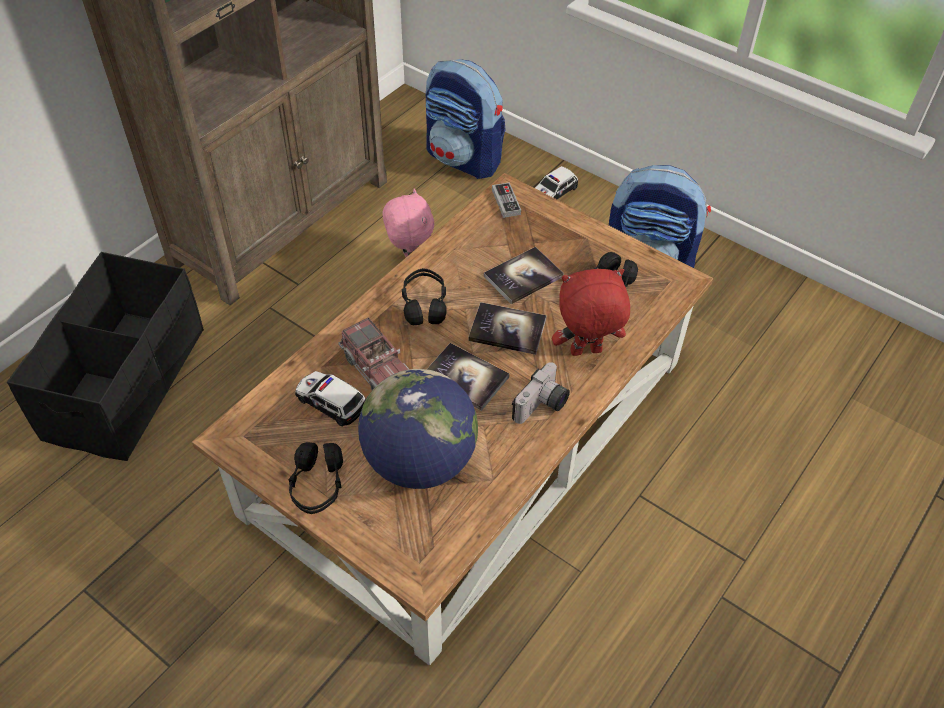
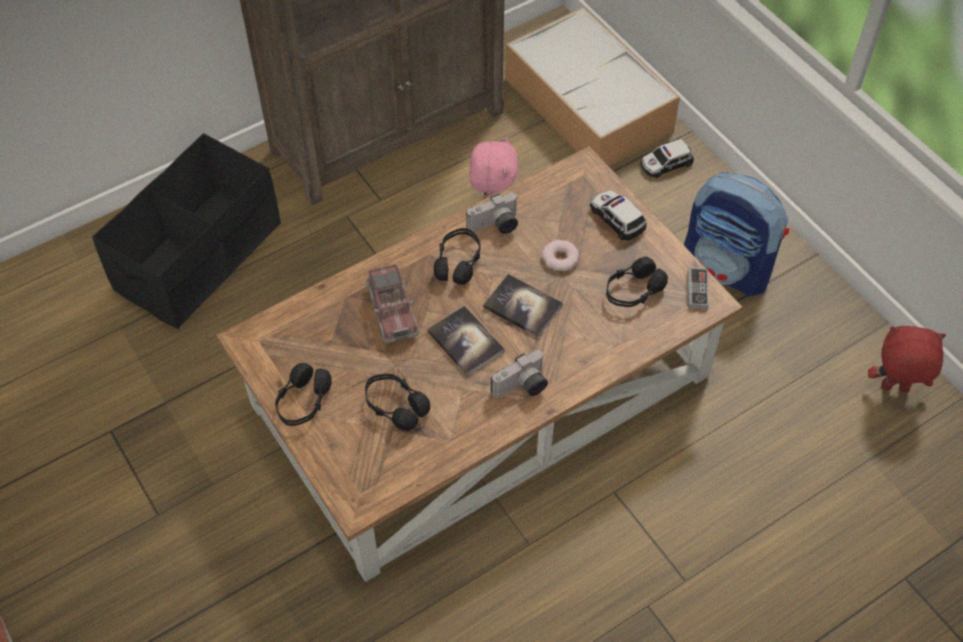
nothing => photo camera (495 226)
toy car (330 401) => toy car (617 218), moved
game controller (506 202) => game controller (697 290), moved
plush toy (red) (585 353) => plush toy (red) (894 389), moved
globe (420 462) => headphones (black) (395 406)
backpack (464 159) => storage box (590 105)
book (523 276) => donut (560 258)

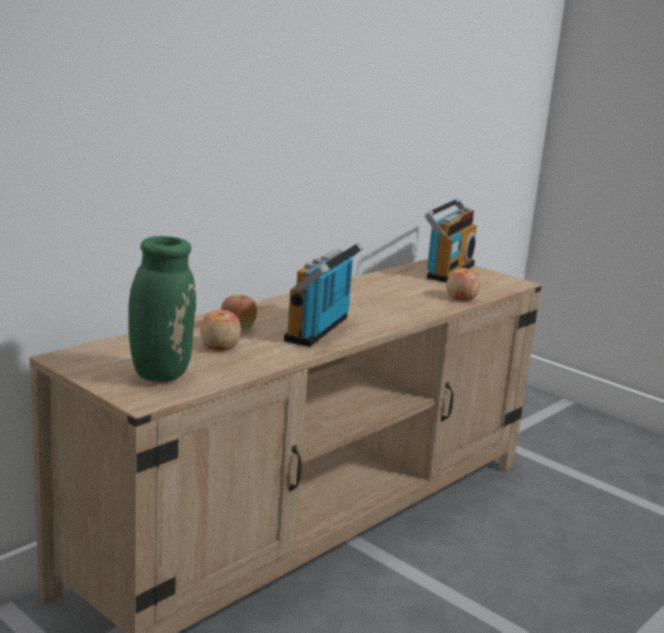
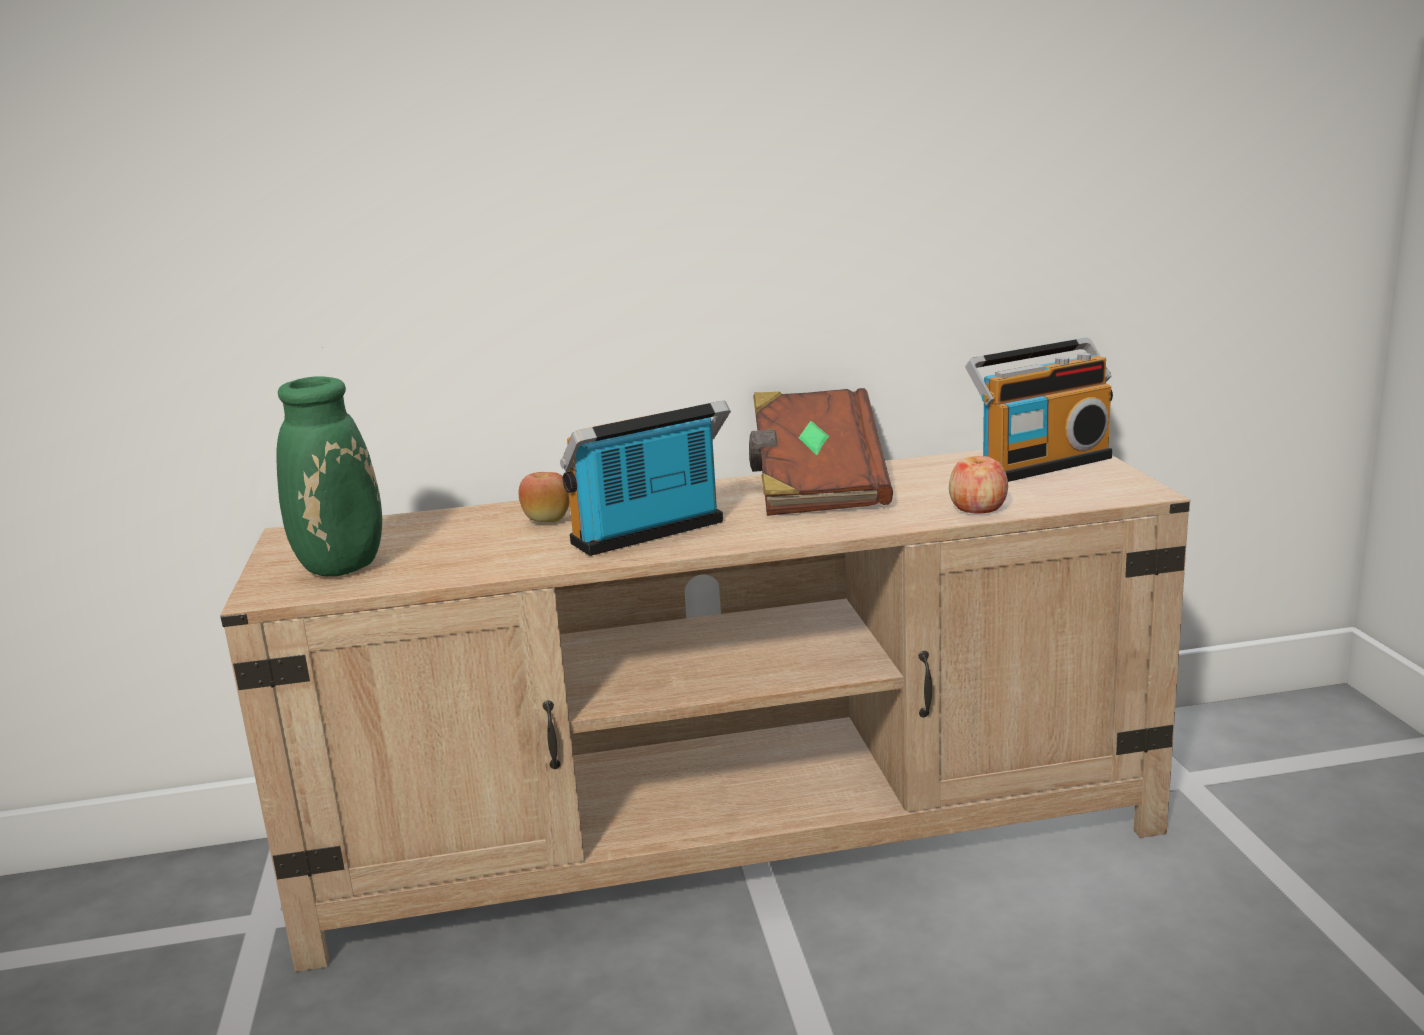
apple (219 346) => nothing
nothing => book (brown) (815 486)

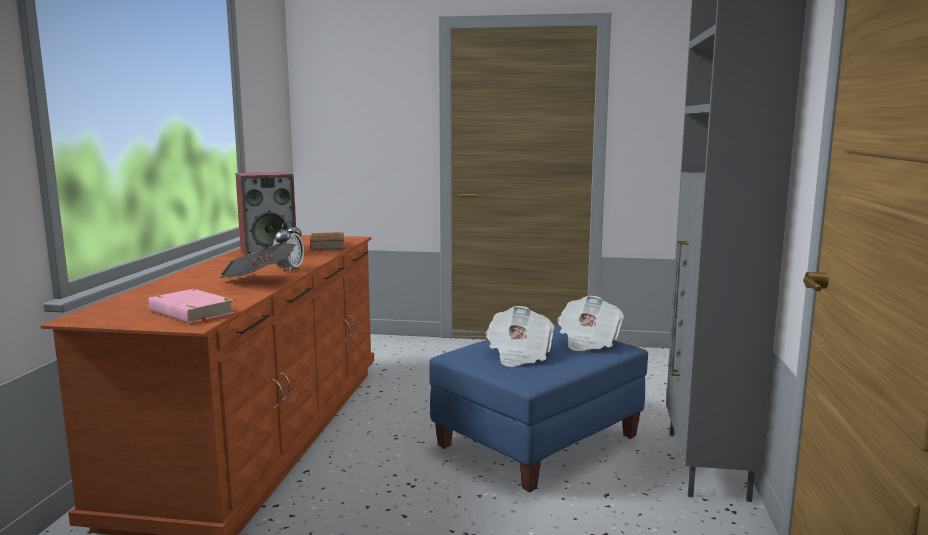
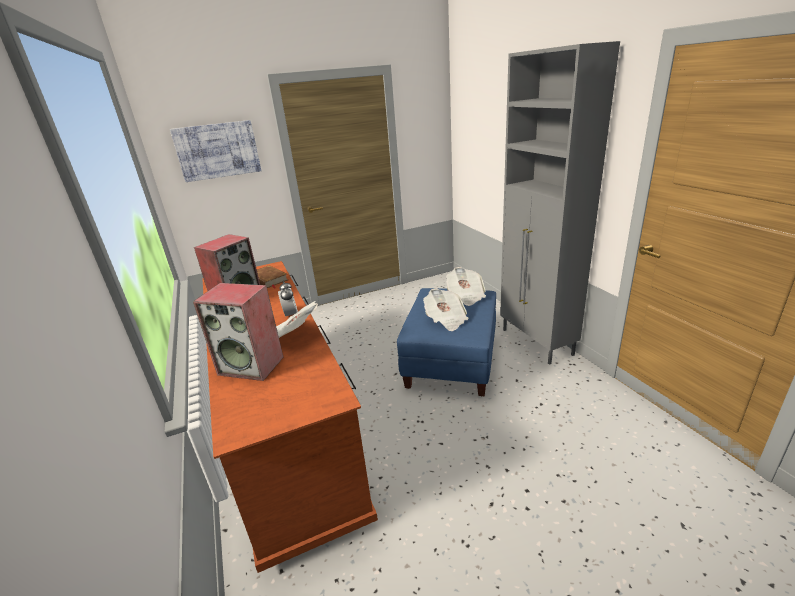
book (pink) (191 312) => nothing
nothing => picture (217 150)
nothing => speaker (252 365)

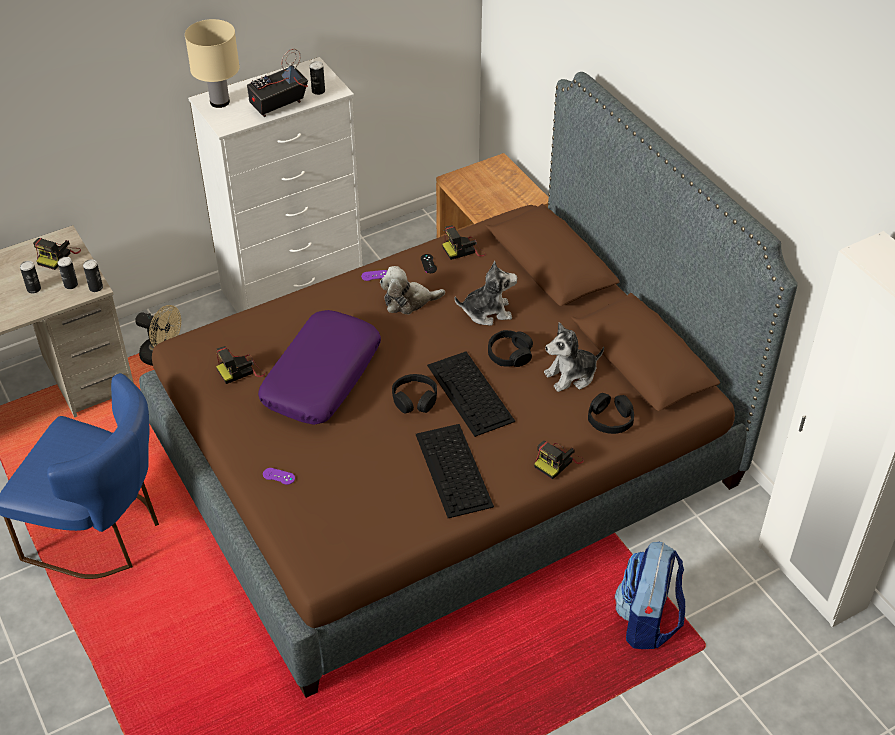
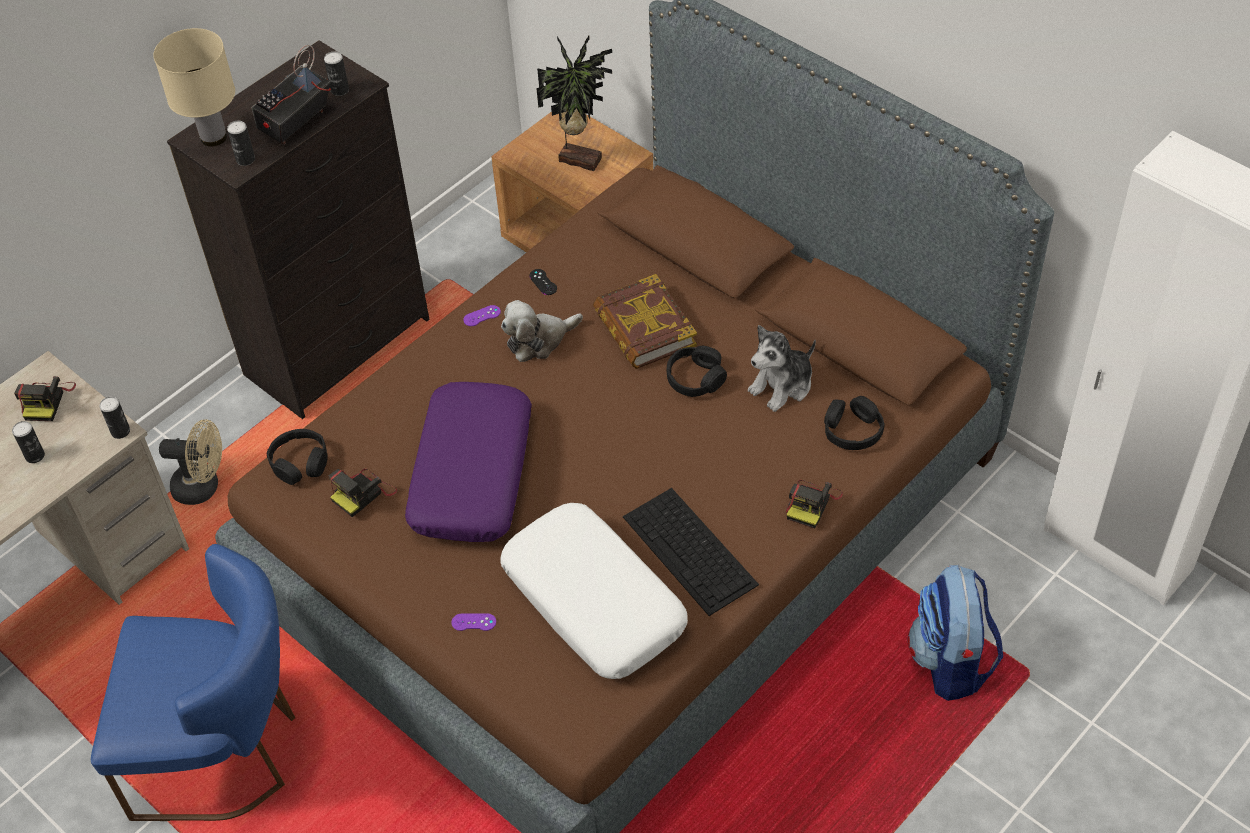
keyboard (471 393) => nothing
photo camera (464 250) => nothing
nothing => pillow (white) (595 601)
nothing => potted plant (580 158)
can (71 285) => can (245 159), moved
headphones (black) (414 399) => headphones (black) (300 462), moved
plush toy (487 312) => book (644 328)
dresser (white) (294 288) => dresser (black) (340 347)

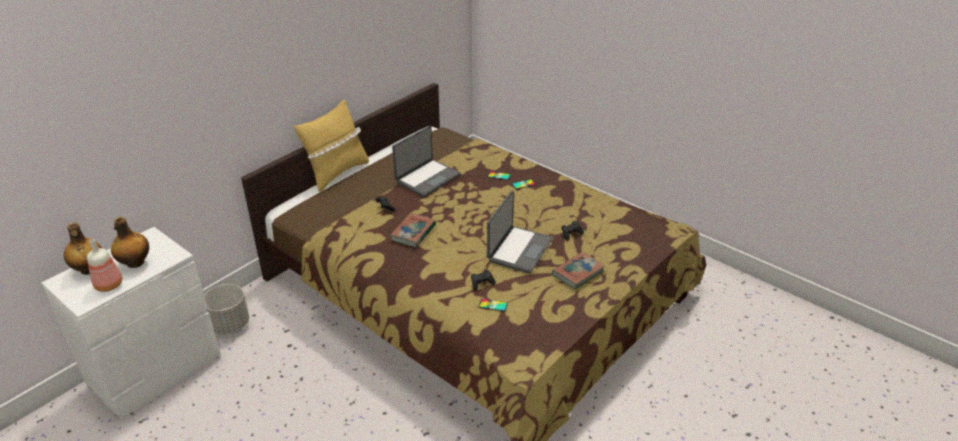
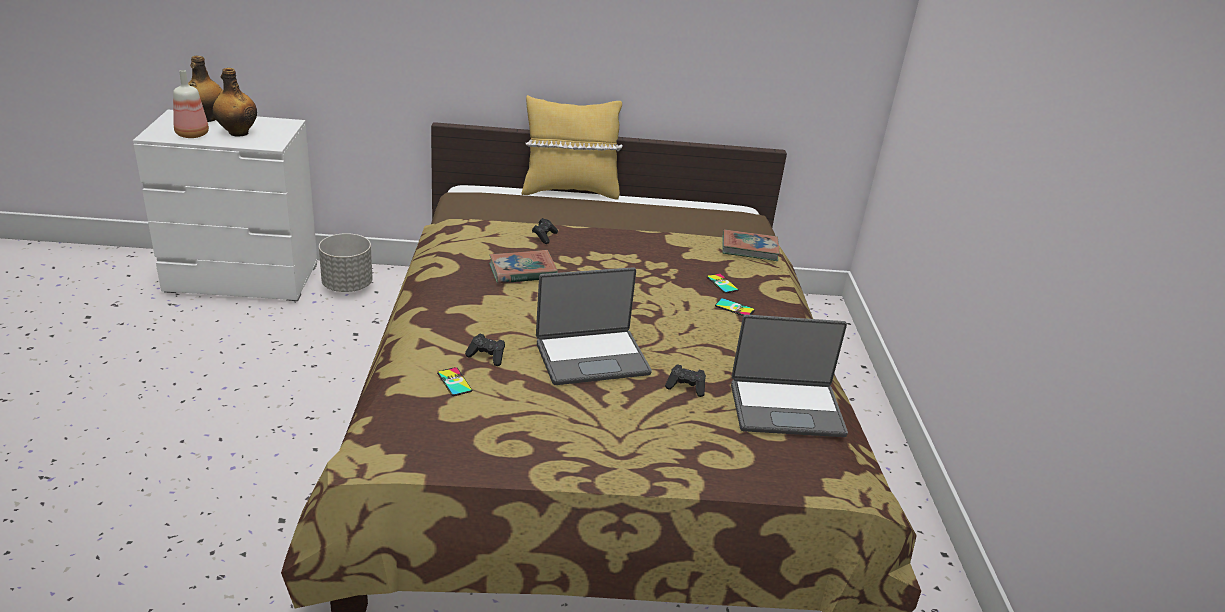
laptop (427 178) => laptop (786 408), moved
book (578 273) => book (749 249), moved

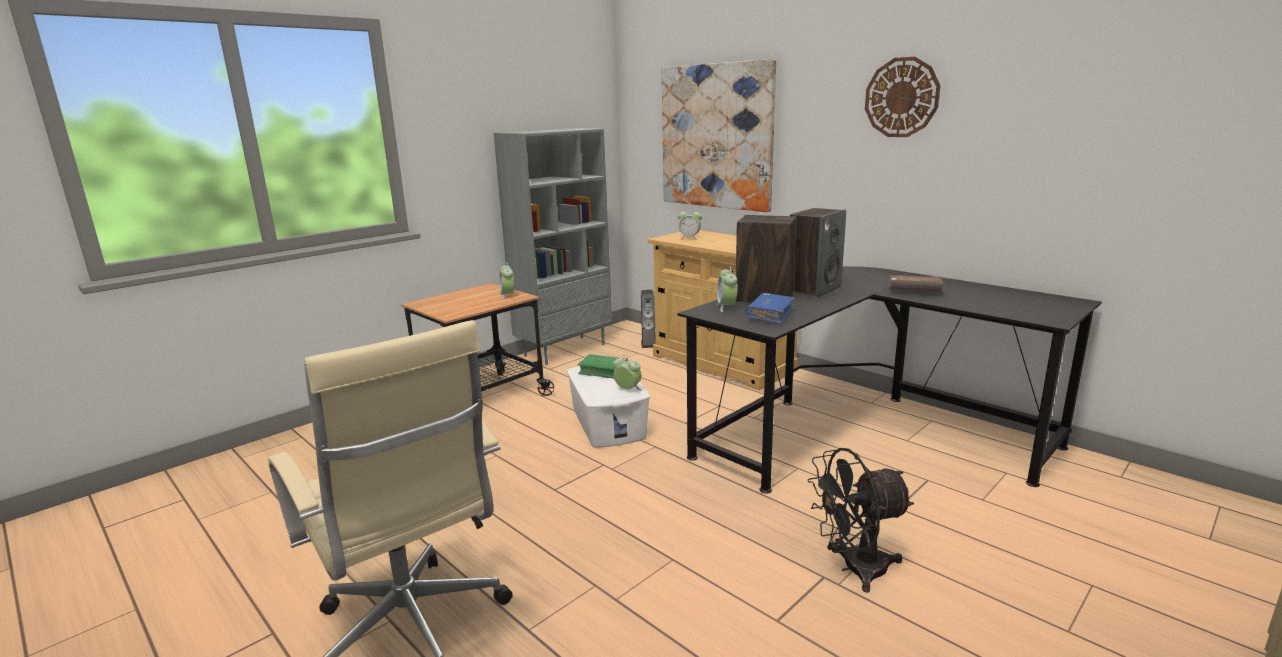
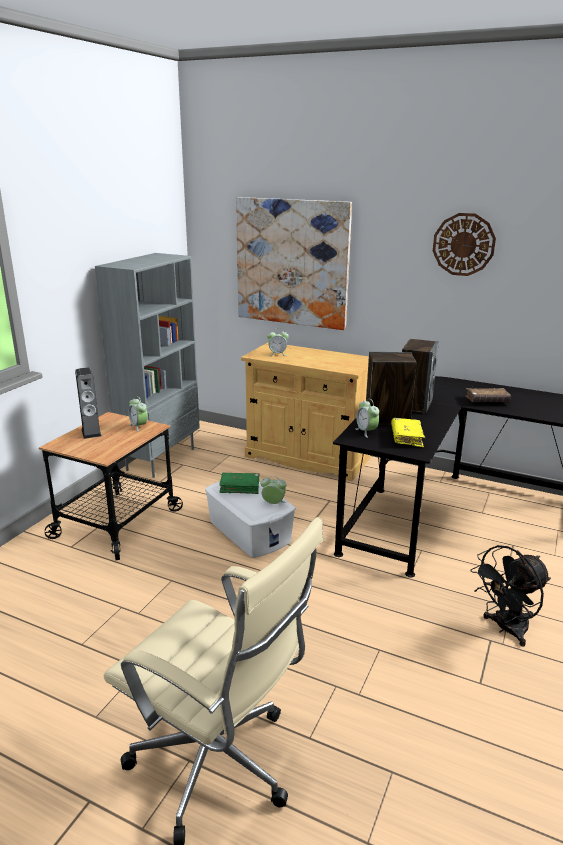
speaker (648 344) => speaker (91 432), moved
book (blue) (770 315) => book (yellow) (406 437)

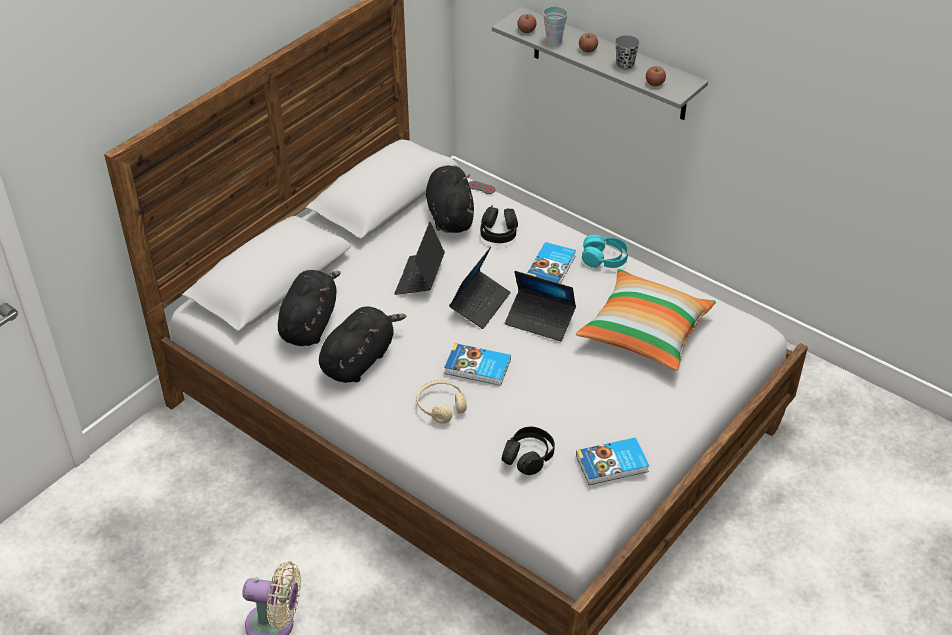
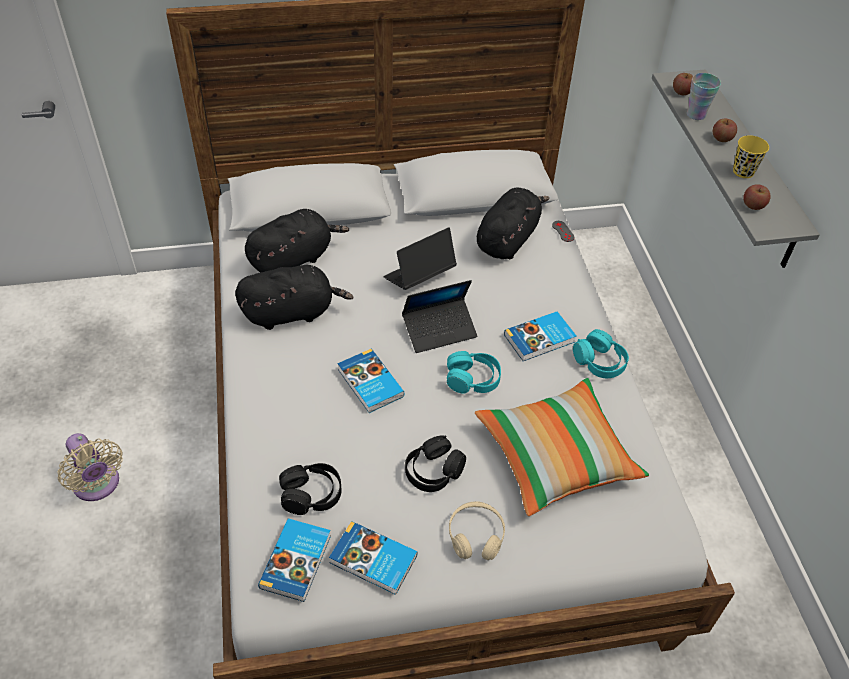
nothing => book (297 561)
headphones (beige) (441 406) => headphones (beige) (476 536), moved
headphones (black) (499 232) => headphones (black) (433 471), moved
laptop (540 320) => headphones (turquoise) (472 379)
cup (grey) (625 65) => cup (yellow) (743 172)

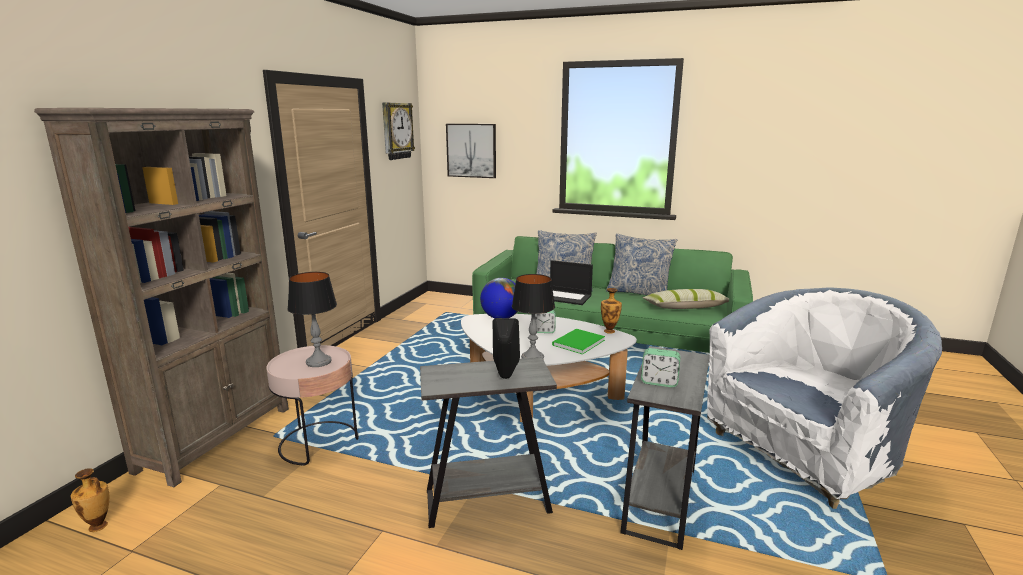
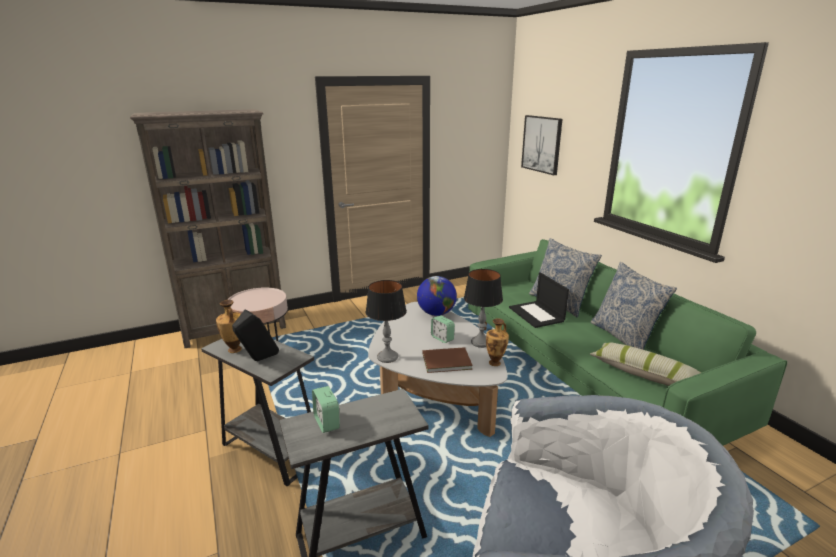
wall clock (396 131) => nothing
vase (98 527) => vase (234 350), moved
table lamp (318 362) => table lamp (480 342), moved
book (green) (577 343) => book (brown) (445 360)

